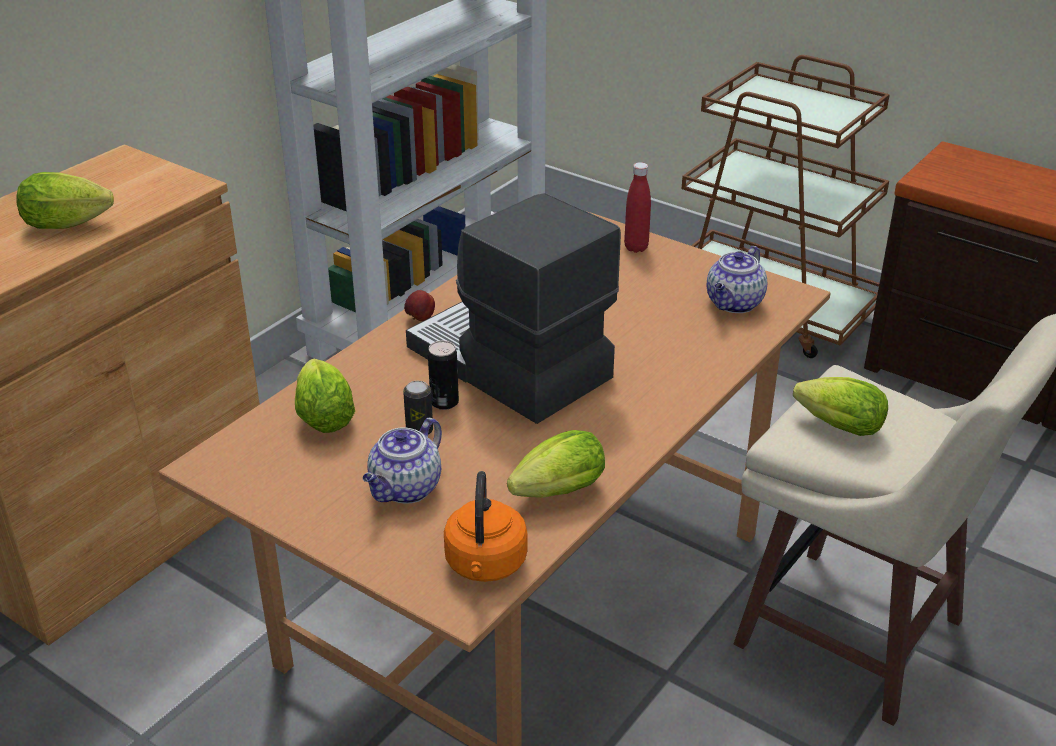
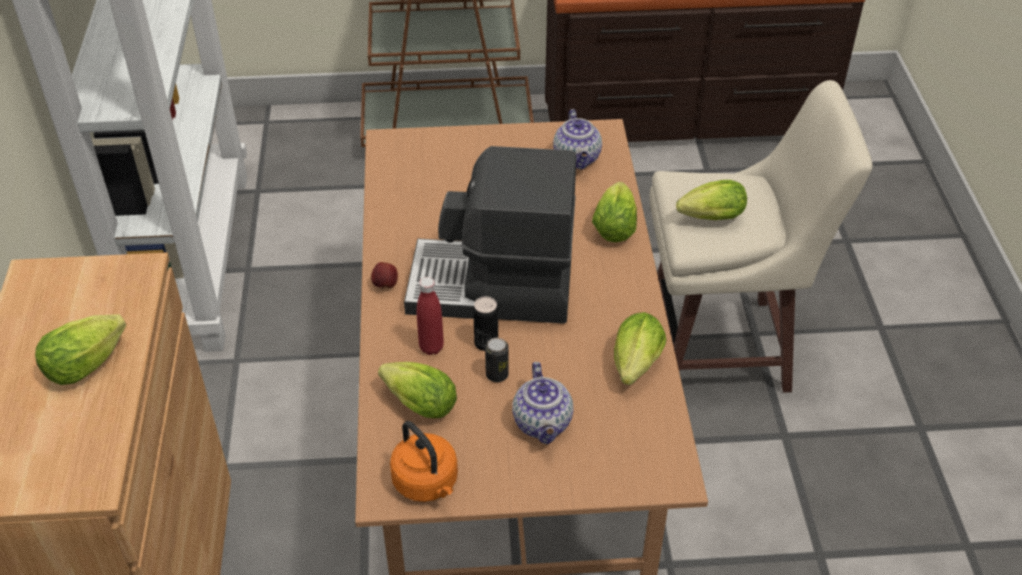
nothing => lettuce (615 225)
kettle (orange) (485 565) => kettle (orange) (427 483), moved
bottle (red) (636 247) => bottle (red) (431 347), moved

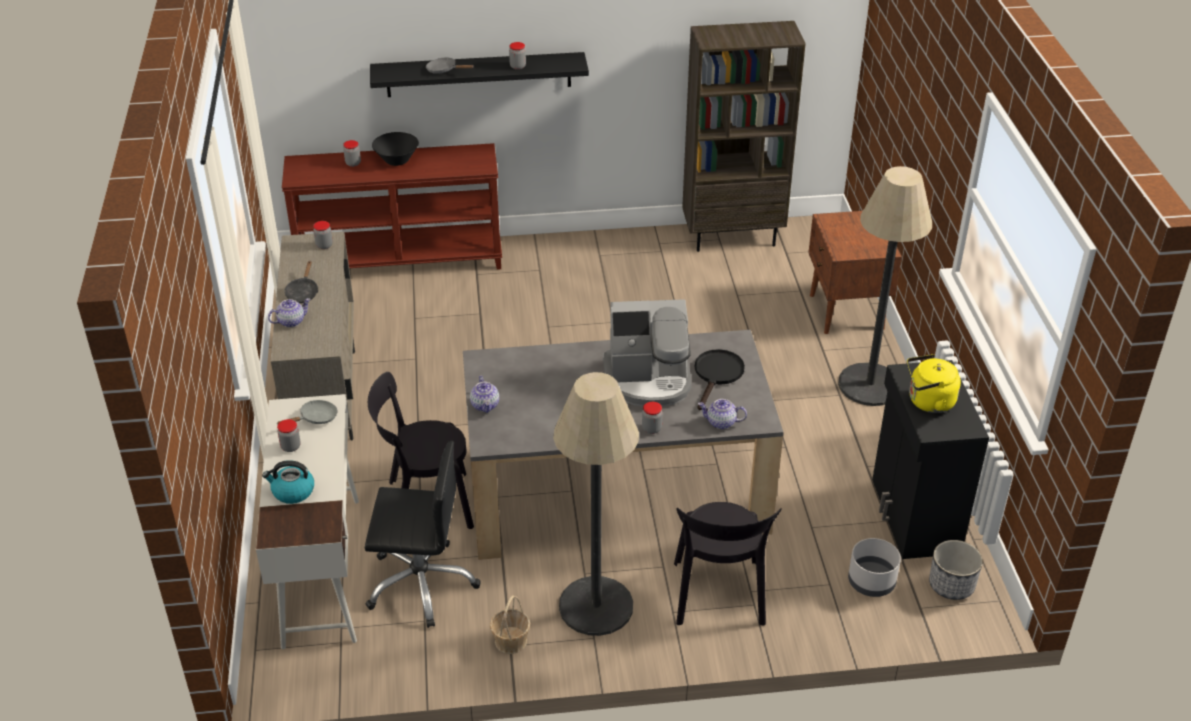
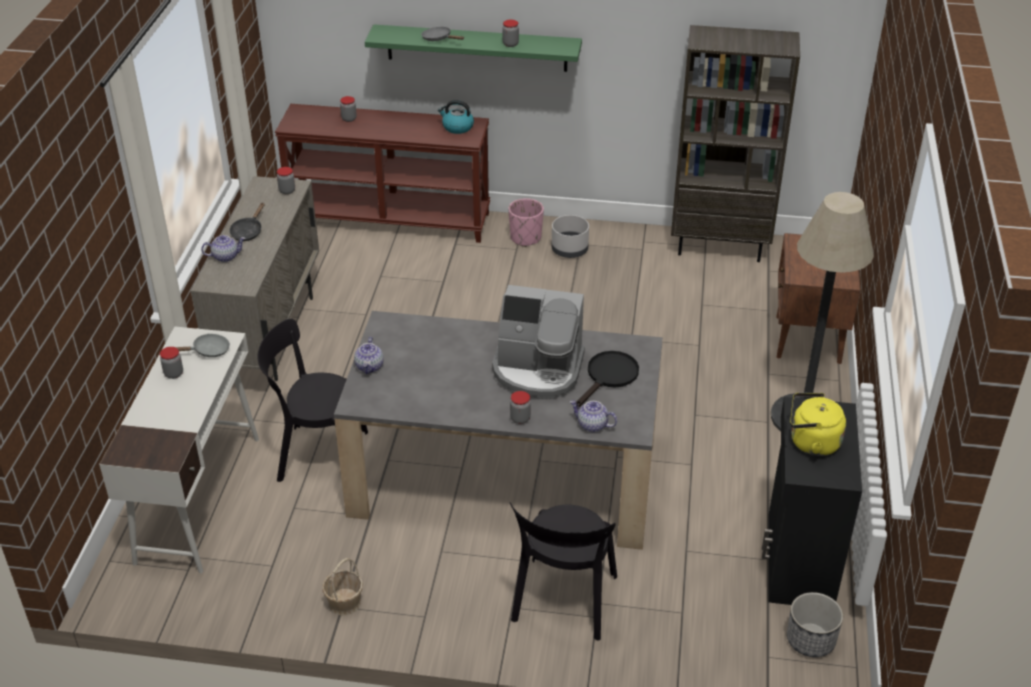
office chair (black) (421 583) => nothing
bowl (black) (397 160) => nothing
floor lamp (595 606) => nothing
nothing => planter (pink) (525 238)
kettle (292 492) => kettle (457 127), moved
planter (grey) (871 581) => planter (grey) (570 250), moved
shelf (black) (478 74) => shelf (green) (477 48)

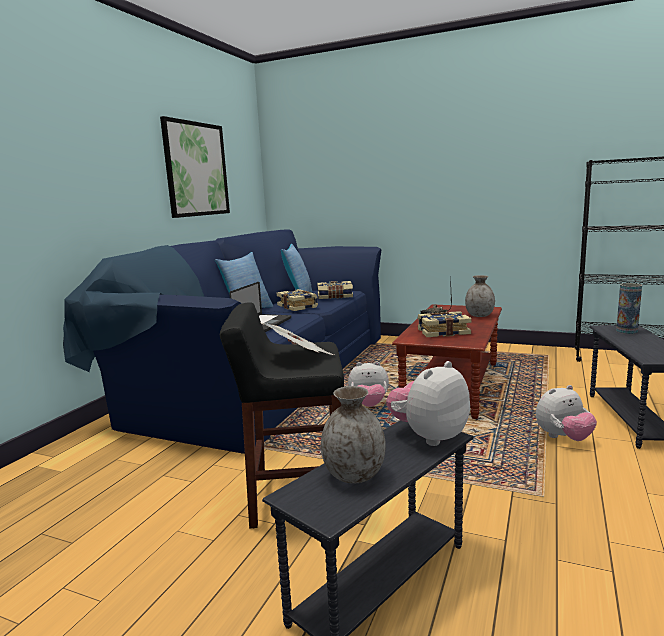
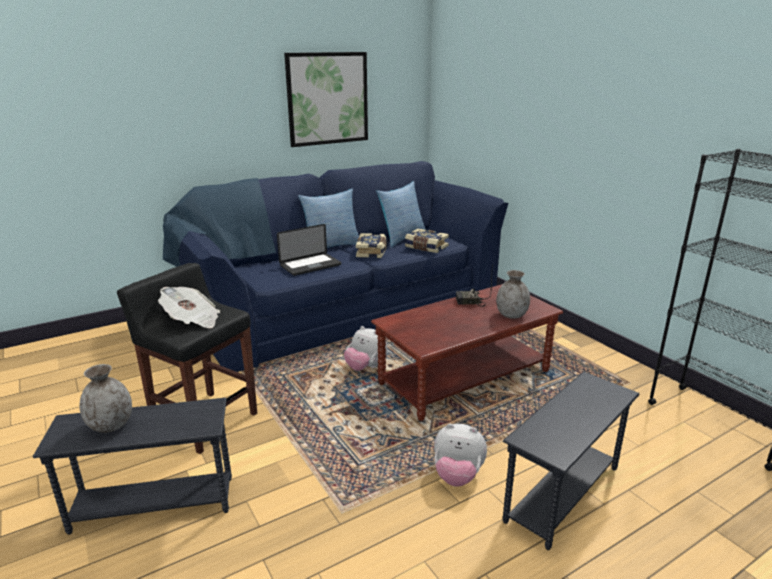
plush toy (429 436) => nothing
book (443 332) => nothing
vase (626 331) => nothing

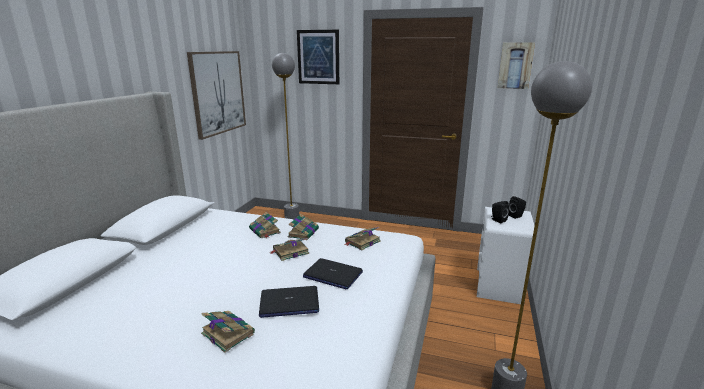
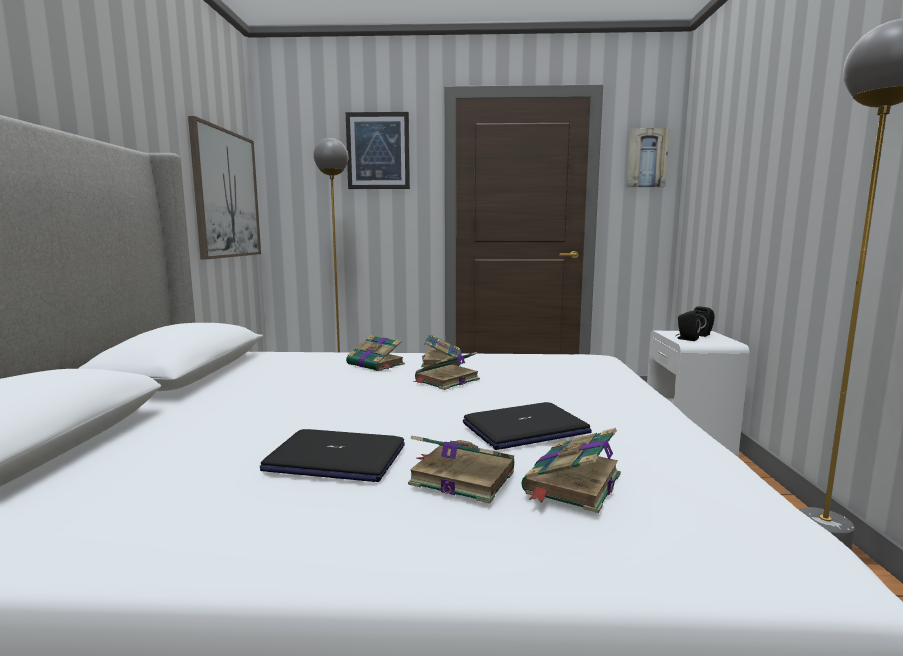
laptop (332 275) => laptop (335 458), moved
book (362 242) => book (571 484), moved

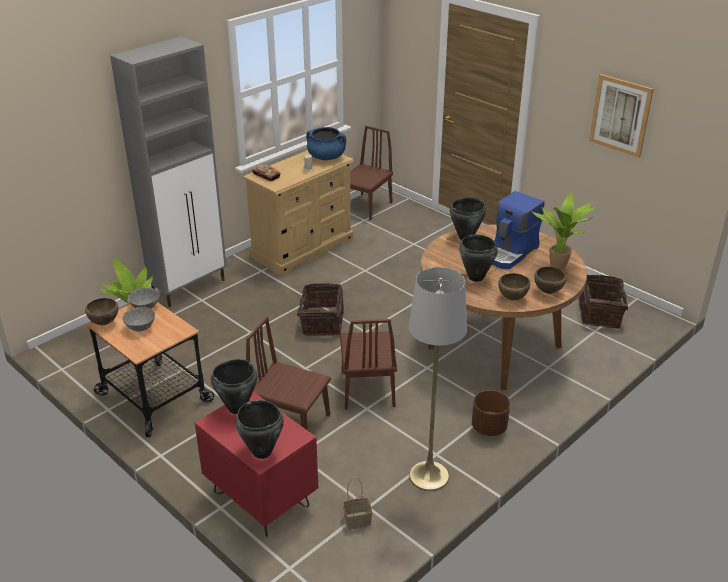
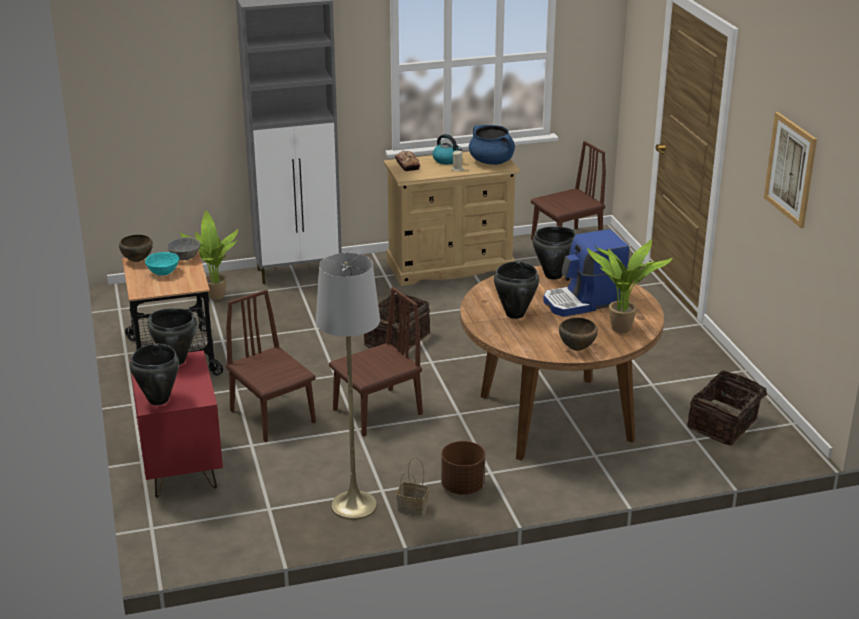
bowl (brown) (512 299) => nothing
nothing => kettle (447 160)
basket (356 520) => basket (411 507), moved
bowl (grey) (140 327) => bowl (turquoise) (163 272)
chair (brown) (367 388) => chair (brown) (377 412), 150 degrees counterclockwise

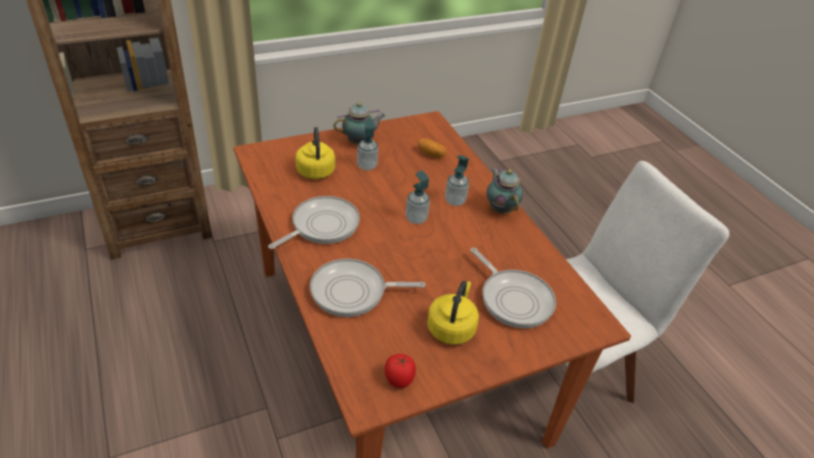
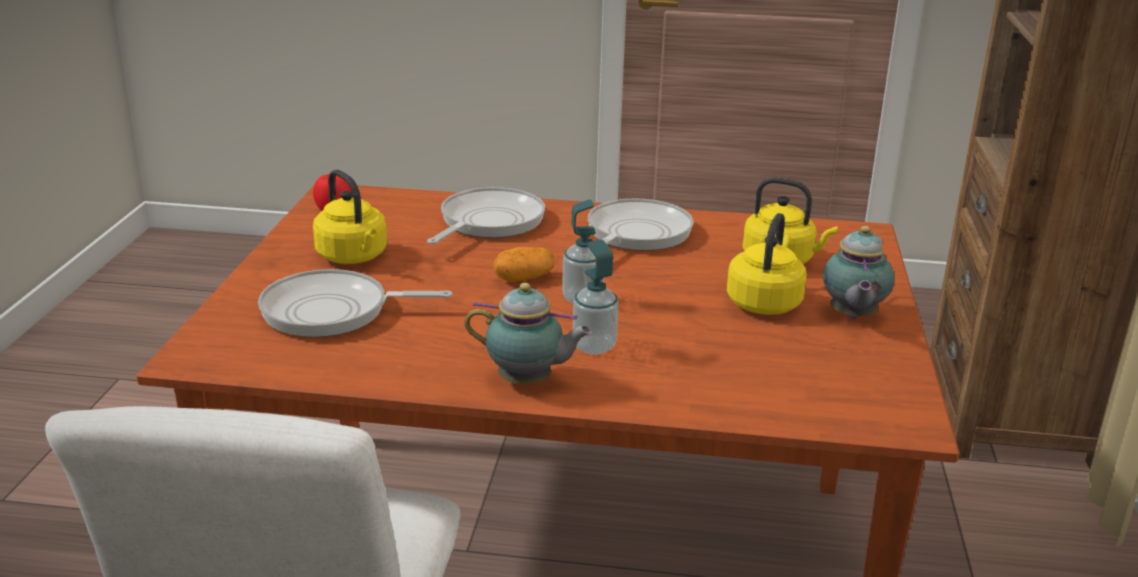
potato (431 154) => potato (523 278), moved
soap dispenser (367 166) => kettle (yellow) (765 302)
frying pan (322 226) => frying pan (635 235), 135 degrees counterclockwise

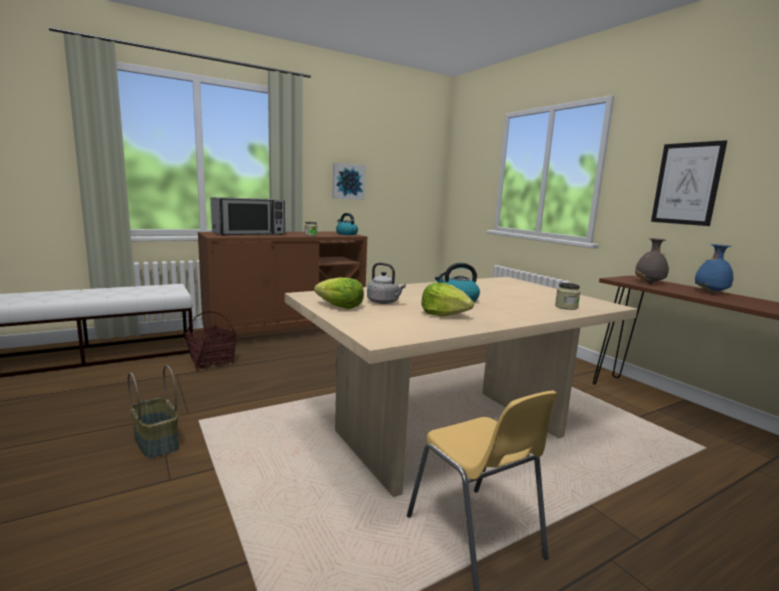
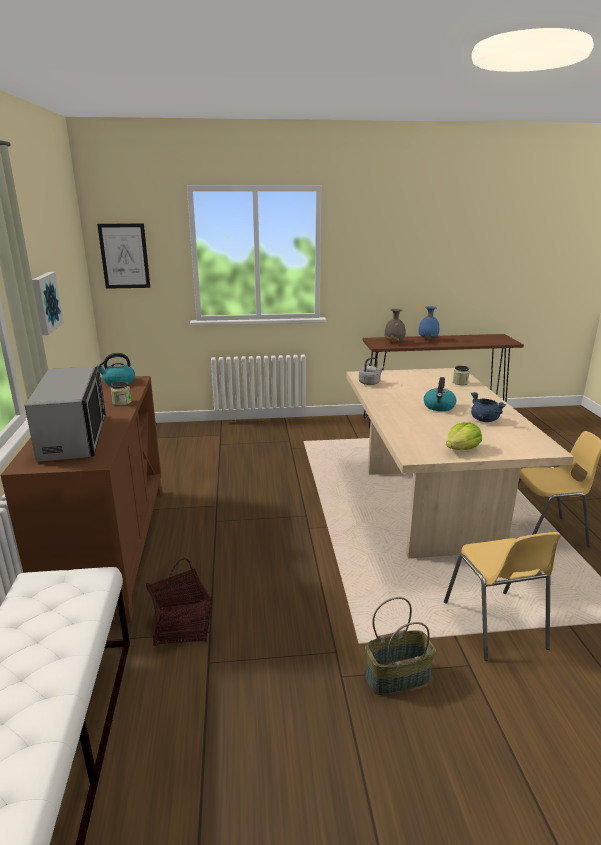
nothing => chair (yellow) (494 625)
kettle (grey) (384 302) => kettle (grey) (370 383), moved
picture (686 184) => picture (124 256), moved
lettuce (444 314) => cooking pot (blue) (484 420)

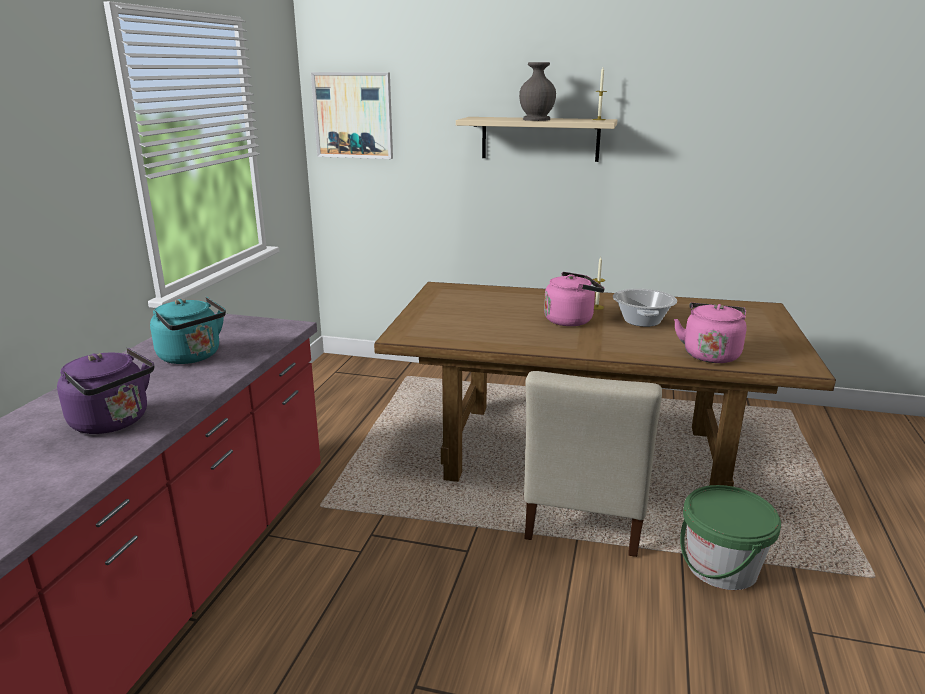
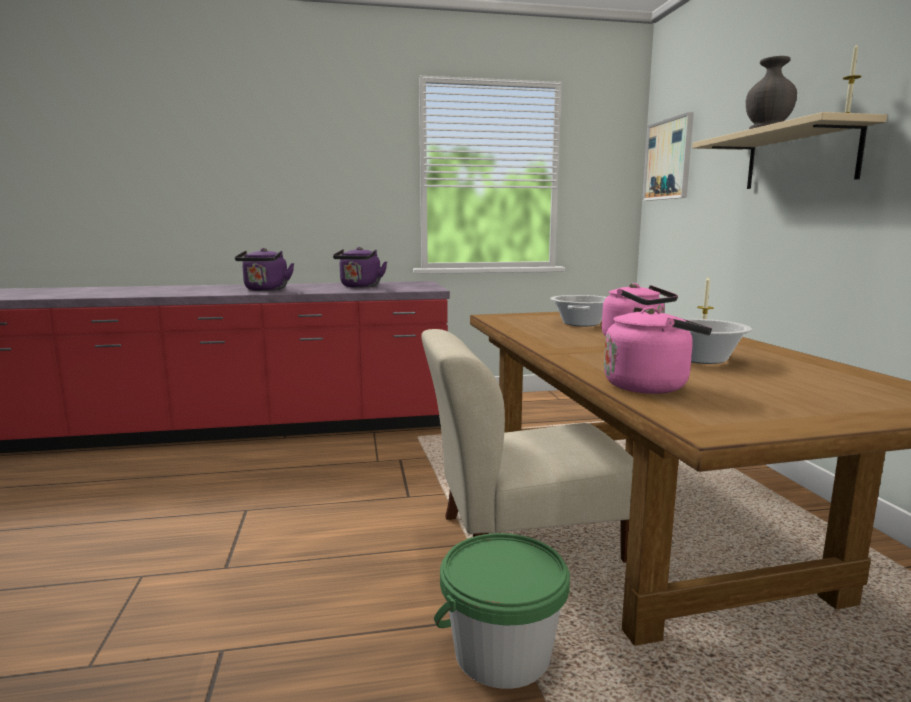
nothing => cooking pot (581 323)
kettle (turquoise) (192 357) => kettle (purple) (360 286)

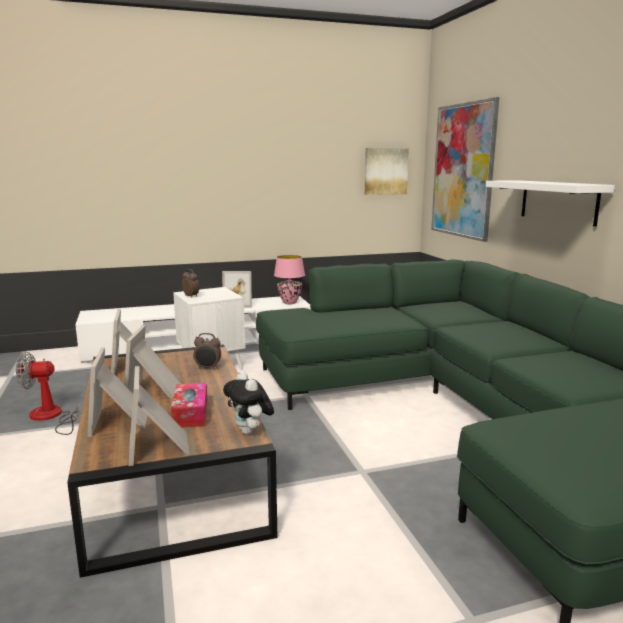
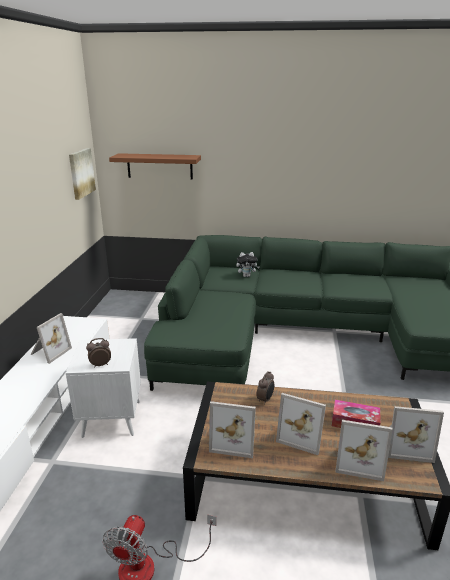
table lamp (pink) (289 302) => nothing
shelf (white) (558 201) => nothing
plush toy (250 432) => plush toy (247 276), moved
picture (463 171) => shelf (brown) (159 166)

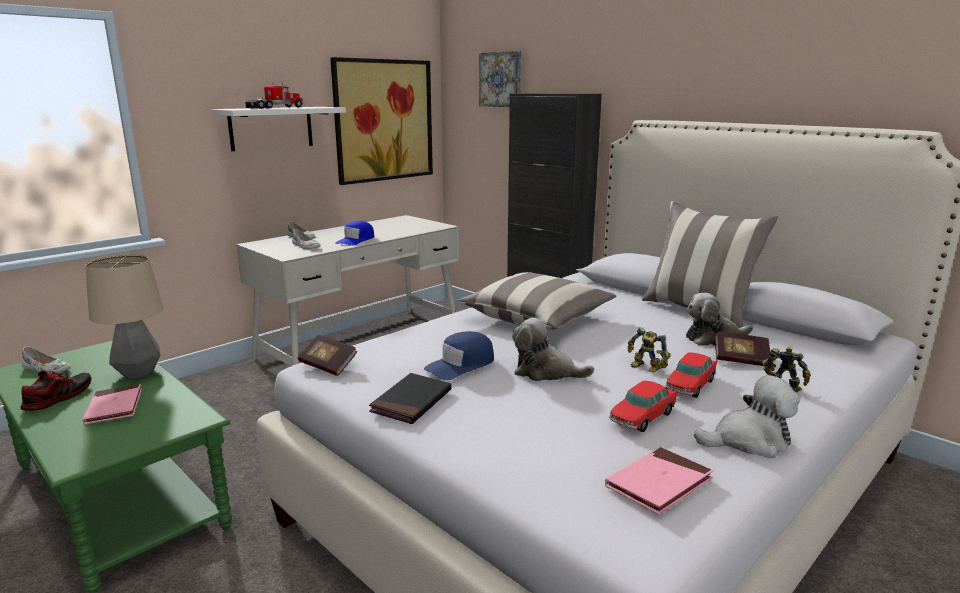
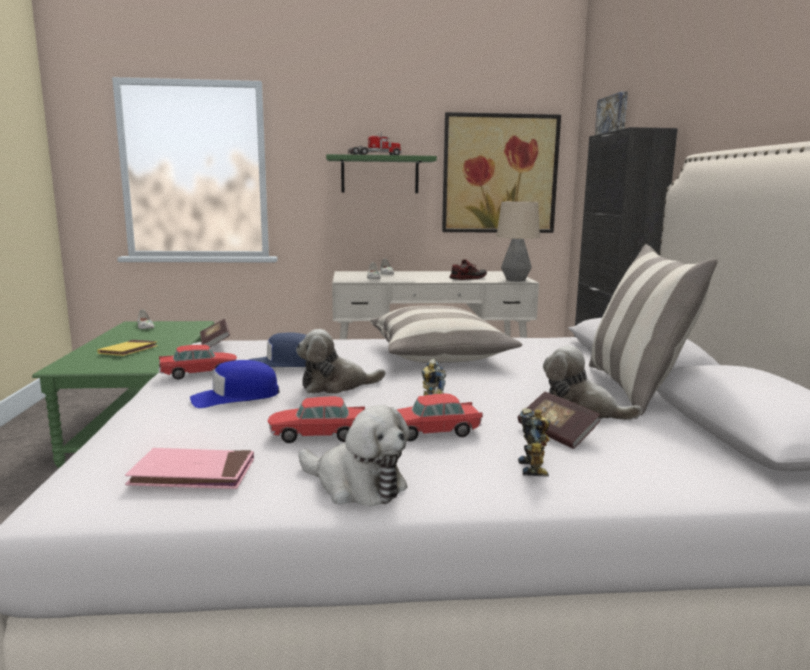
shoe (58 398) => shoe (468 278), moved
table lamp (138 373) => table lamp (515 280), moved
cap (blue) (356 240) => cap (blue) (235 397), moved
book (black) (411 402) => toy car (199 373)
book (pink) (114 407) => book (yellow) (128 351)
shelf (white) (271 128) => shelf (green) (380 175)
plush toy (546 372) => plush toy (336 385), 75 degrees counterclockwise

